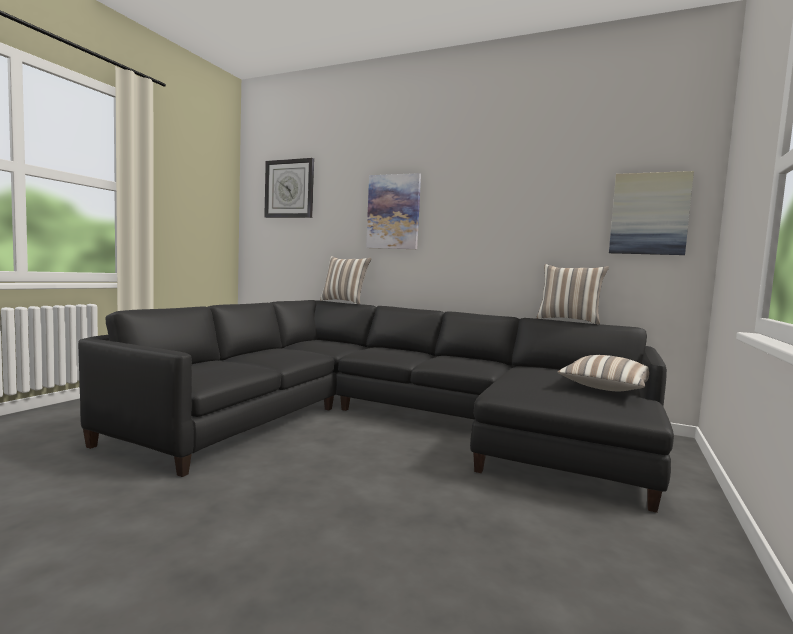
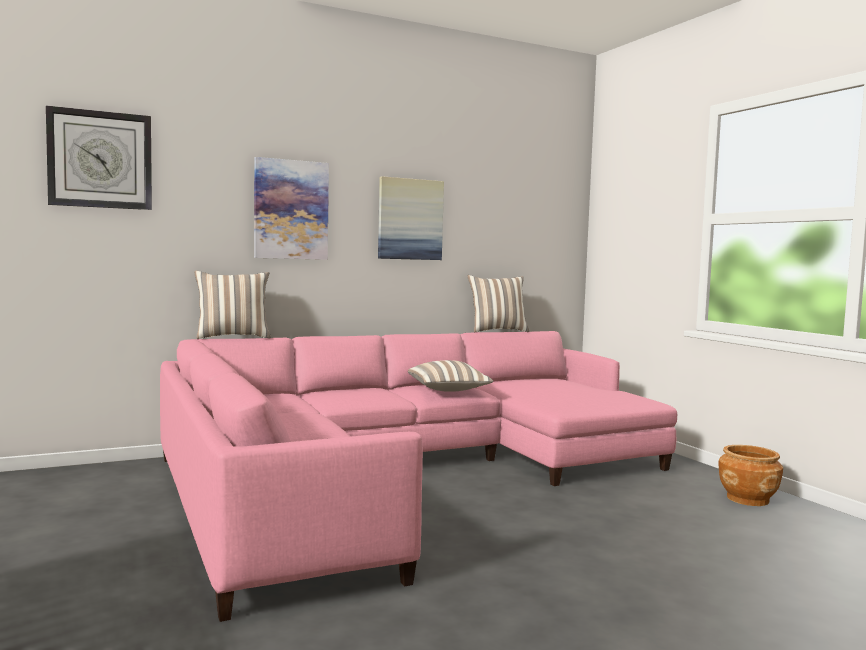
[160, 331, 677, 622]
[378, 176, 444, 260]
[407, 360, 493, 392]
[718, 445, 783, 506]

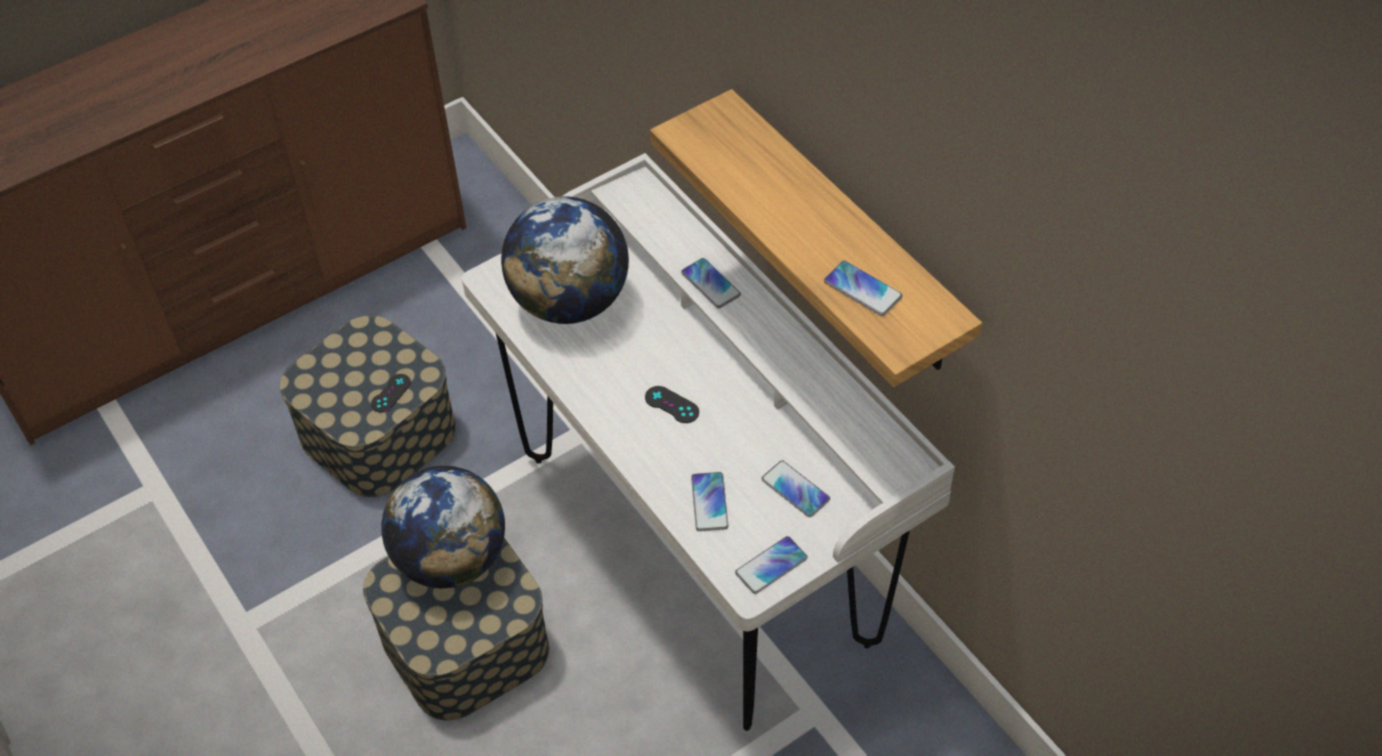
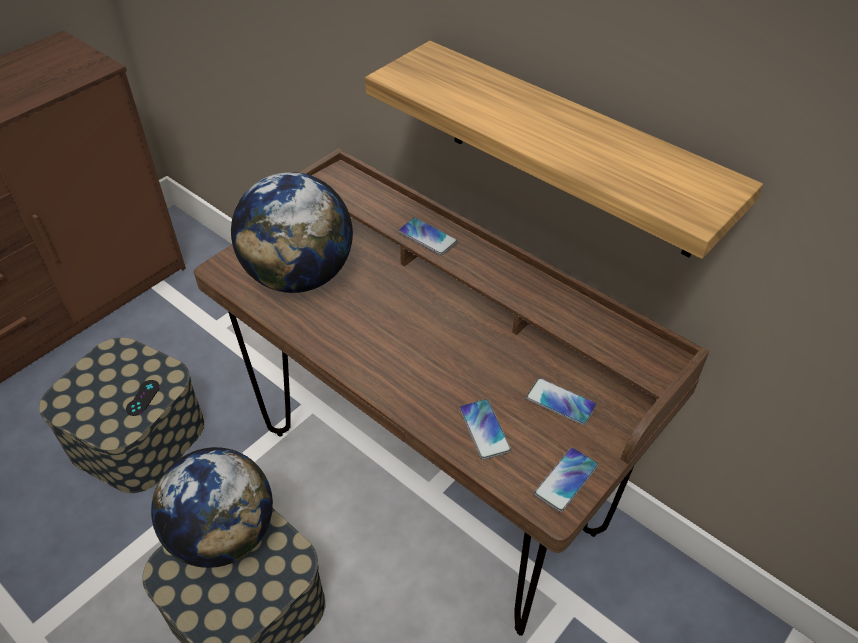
[194, 148, 709, 636]
[645, 386, 699, 423] (first image)
[824, 261, 902, 316] (first image)

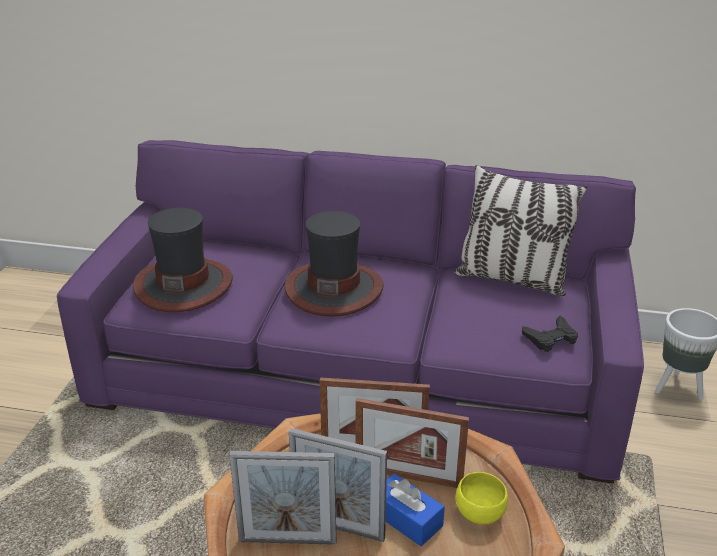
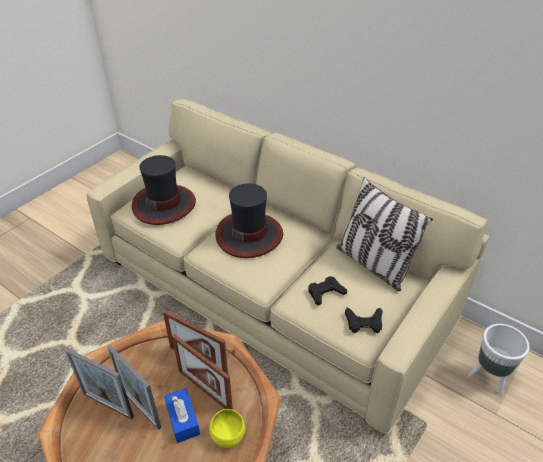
[86, 99, 489, 434]
[309, 276, 347, 305]

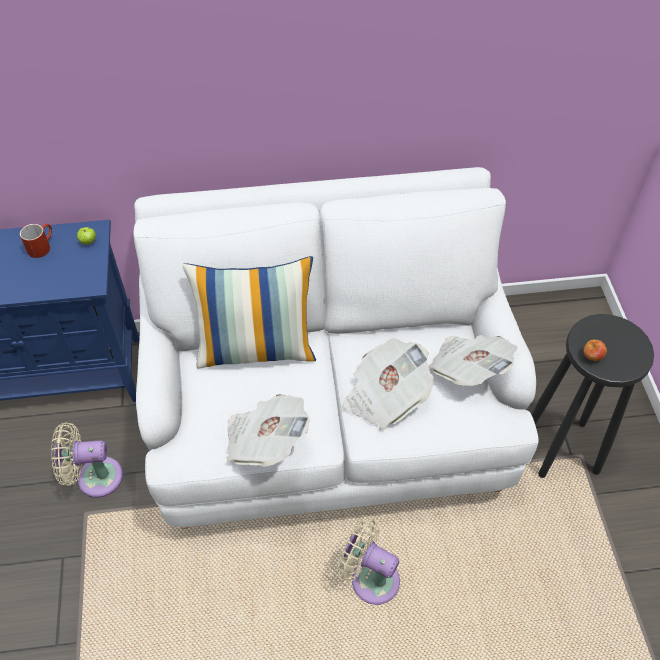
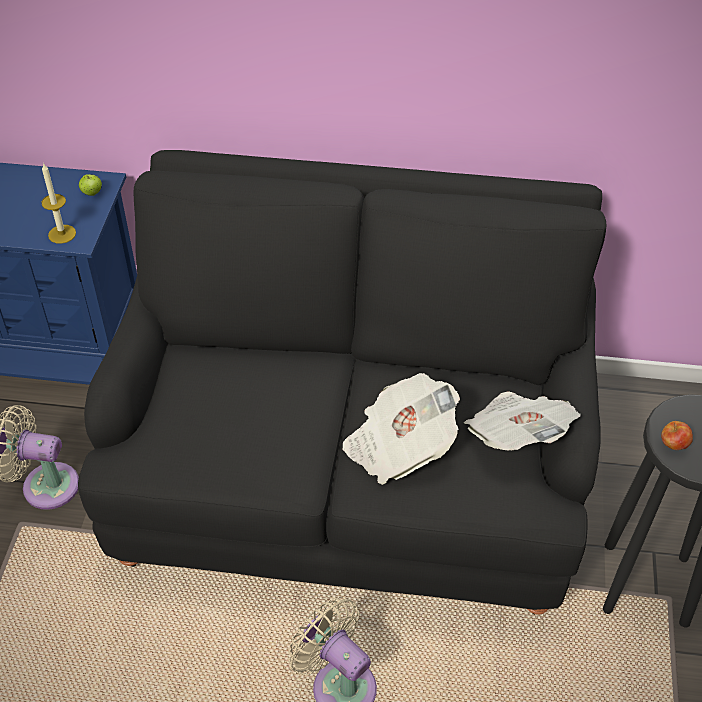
[41, 163, 76, 244]
[78, 150, 607, 615]
[20, 224, 52, 258] (first image)
[182, 256, 316, 368] (first image)
[227, 394, 310, 467] (first image)

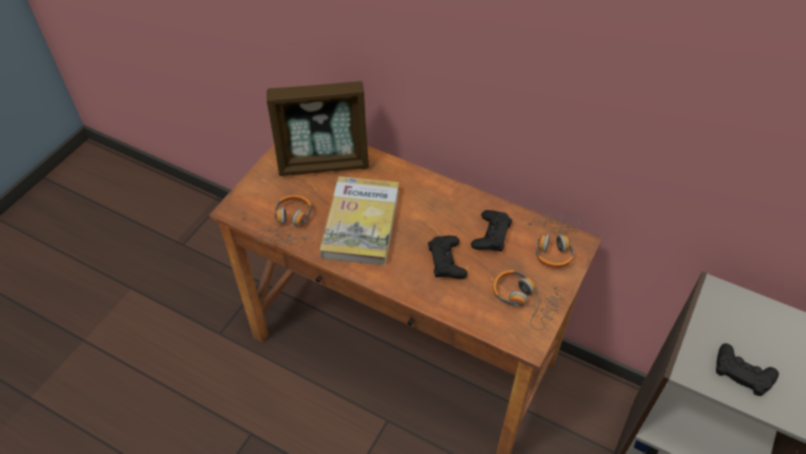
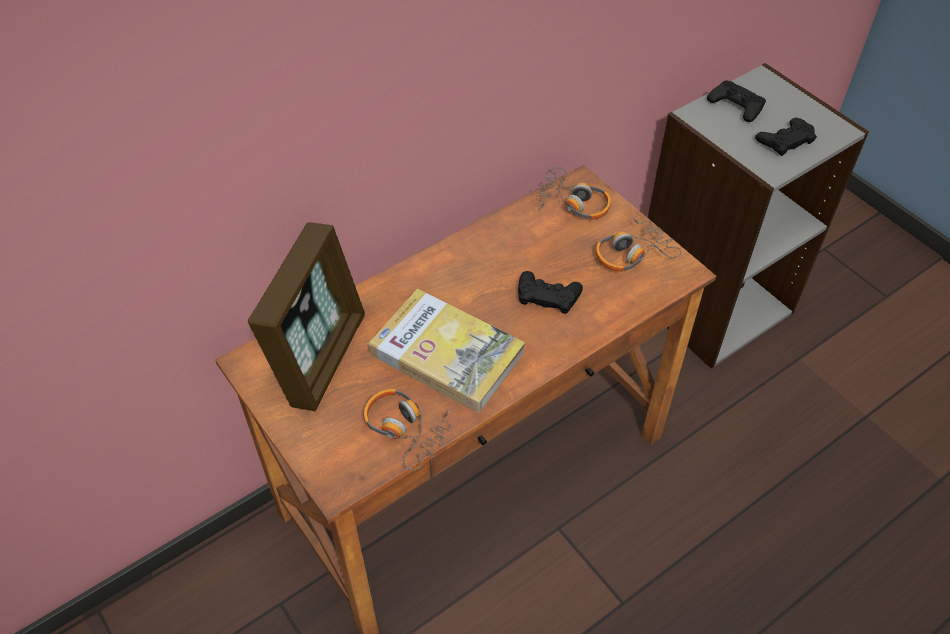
[707, 81, 766, 122]

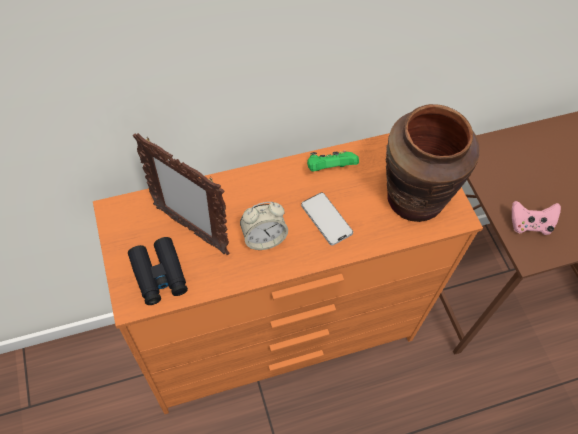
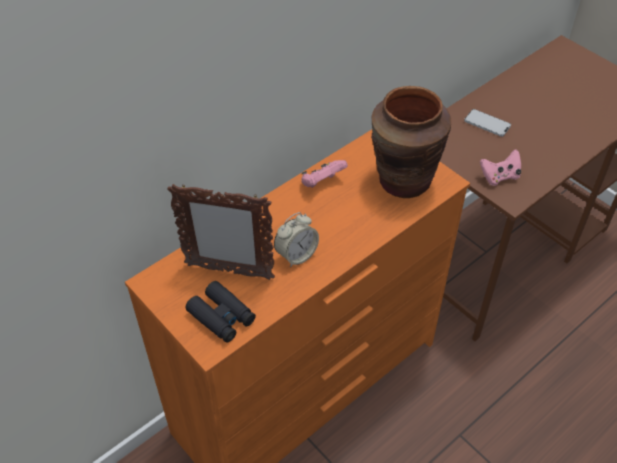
[301, 160, 348, 188]
[464, 109, 511, 137]

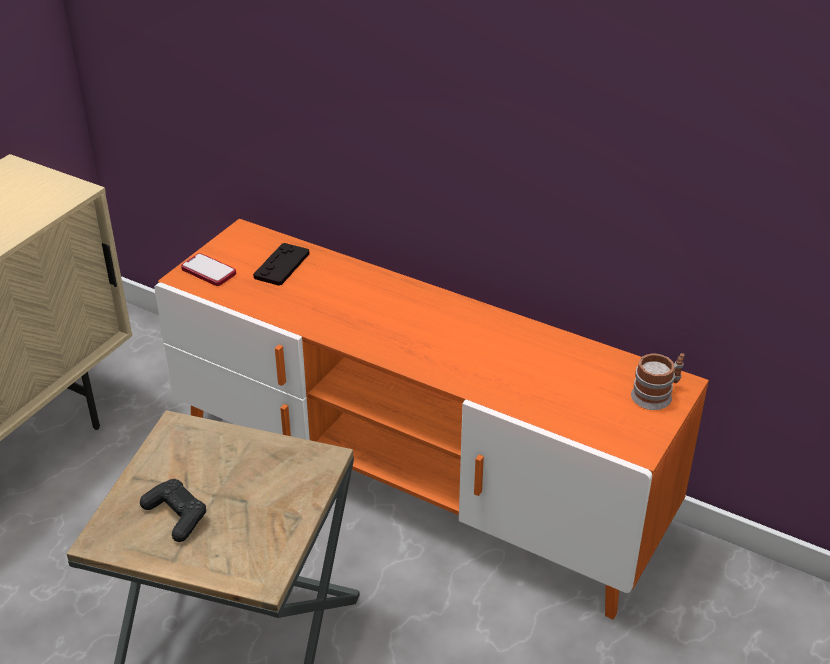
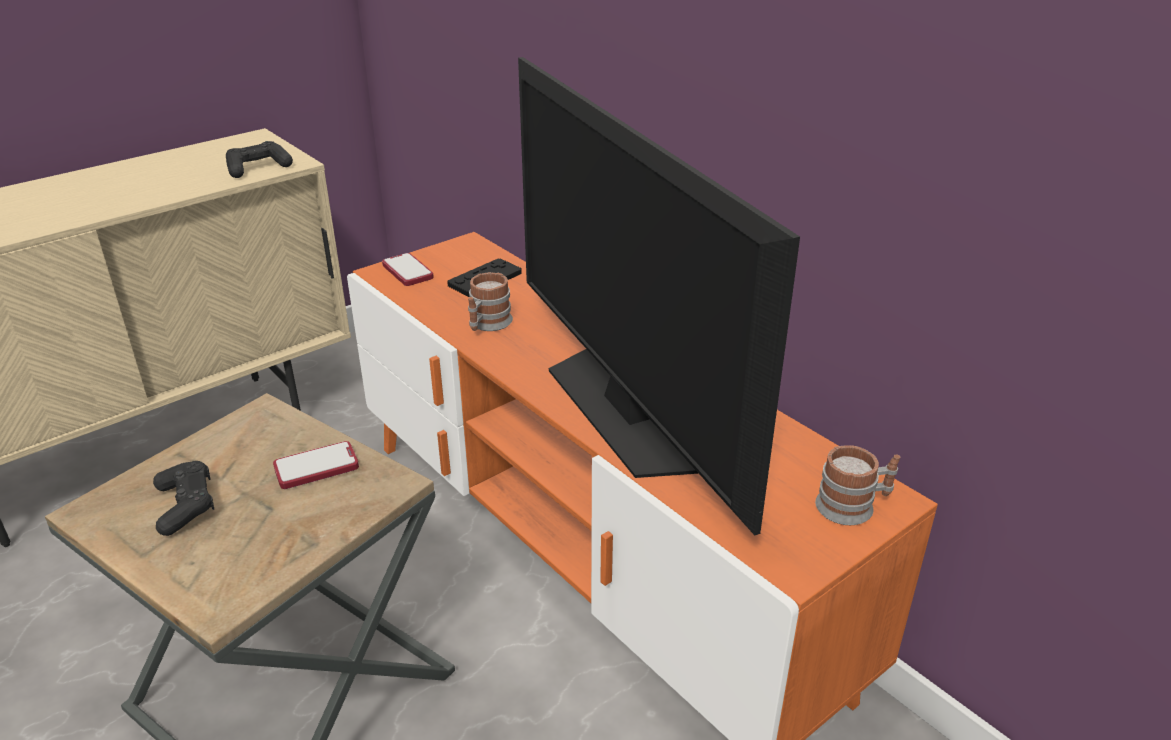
[226, 141, 293, 178]
[273, 441, 359, 489]
[468, 272, 513, 331]
[518, 57, 800, 535]

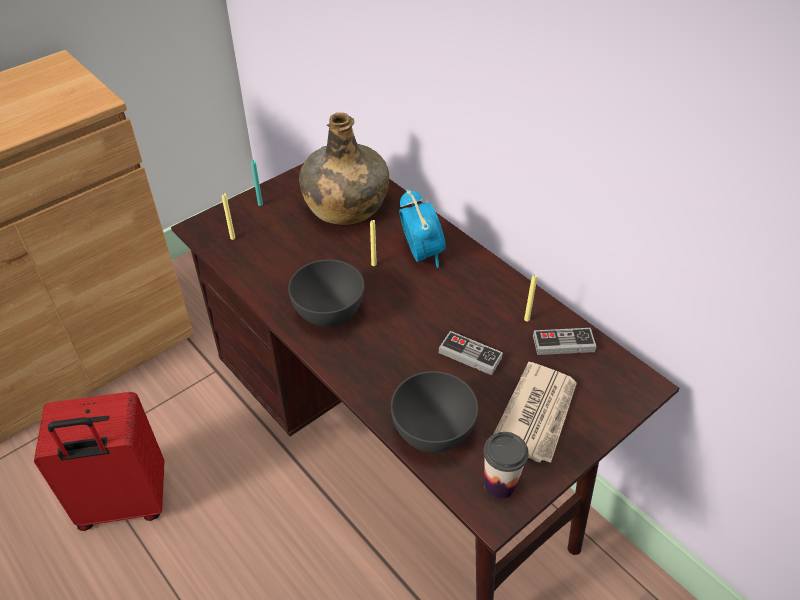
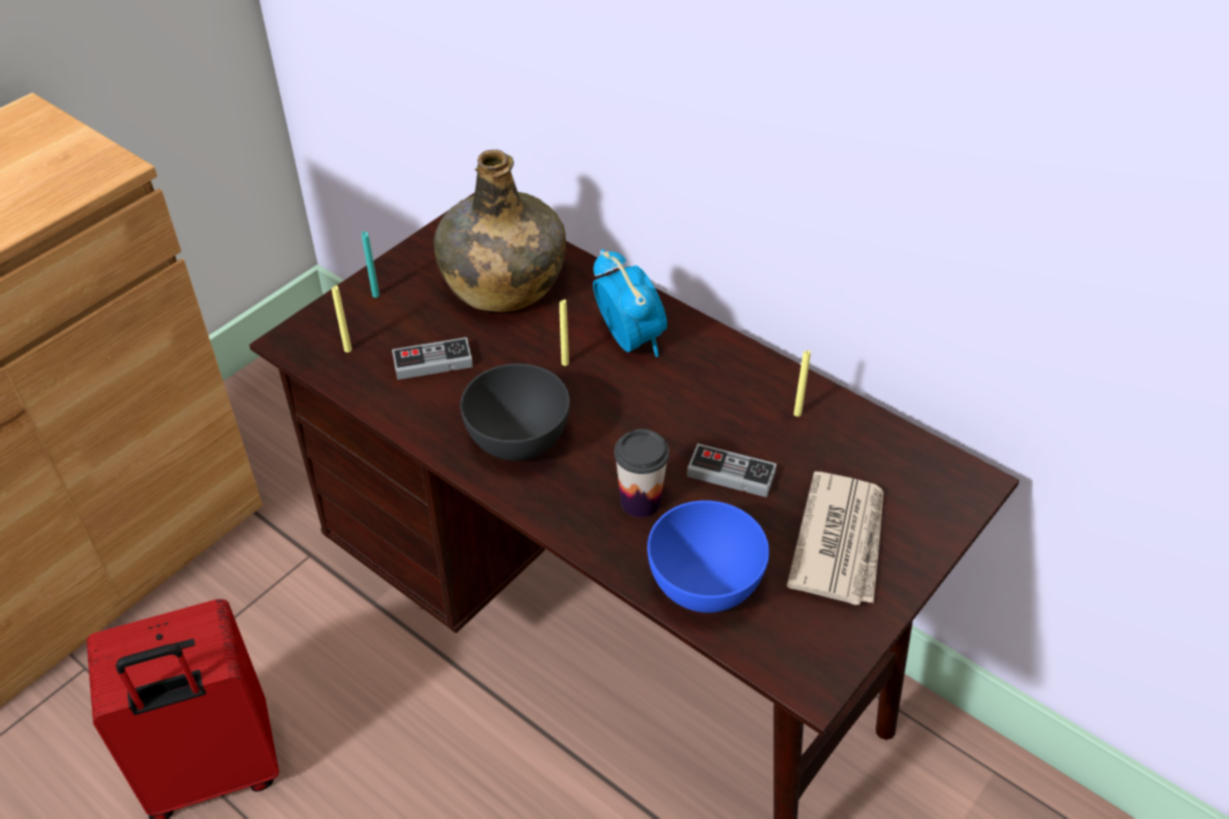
[392, 337, 473, 380]
[614, 429, 669, 518]
[647, 500, 769, 613]

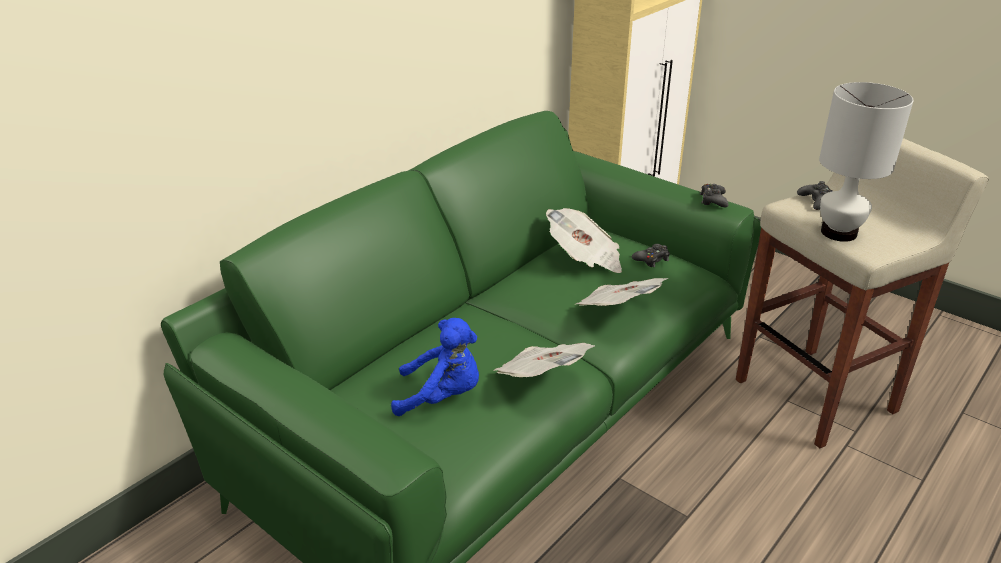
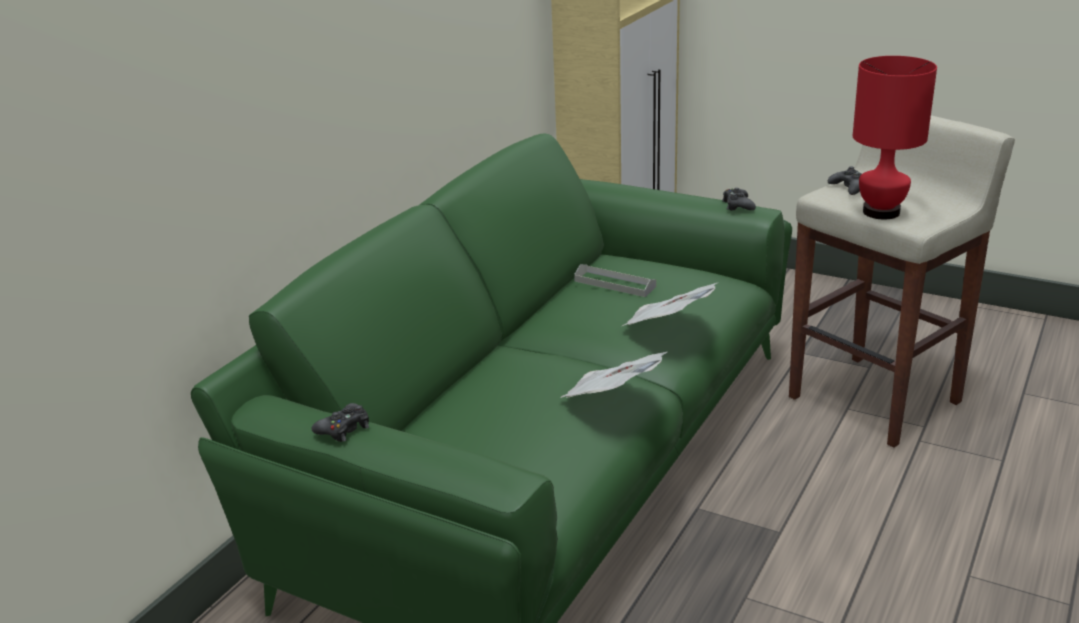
[312, 403, 369, 442]
[574, 264, 656, 297]
[853, 56, 937, 219]
[391, 318, 479, 416] (first image)

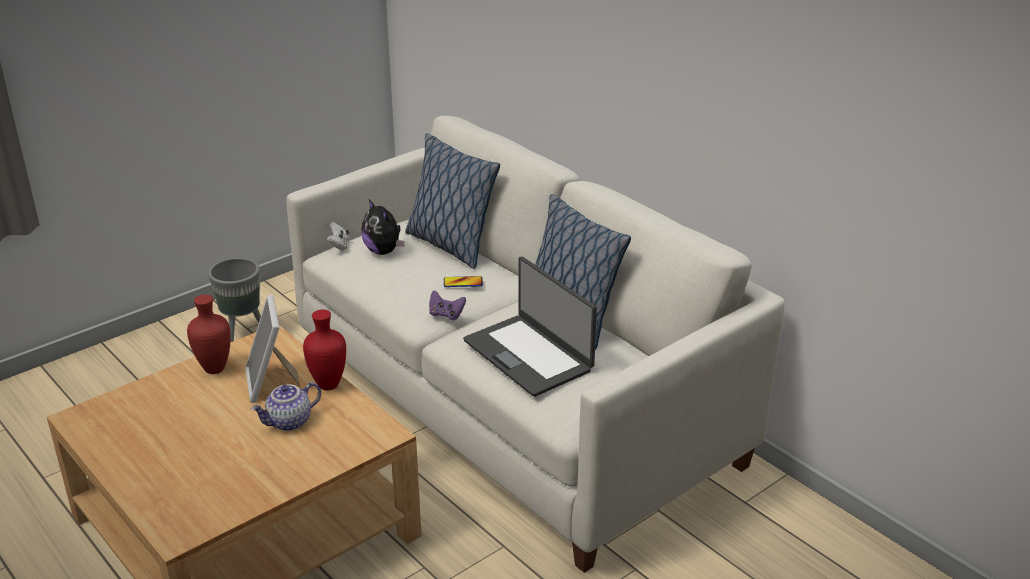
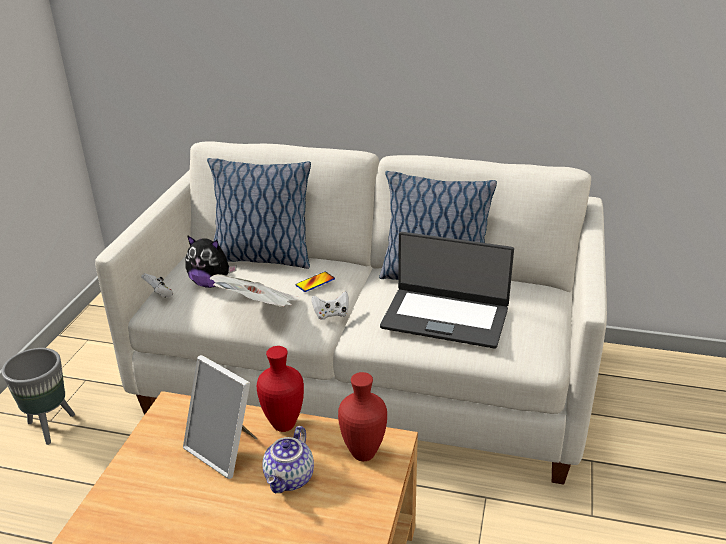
[210, 274, 300, 307]
[312, 291, 349, 320]
[338, 372, 387, 461]

